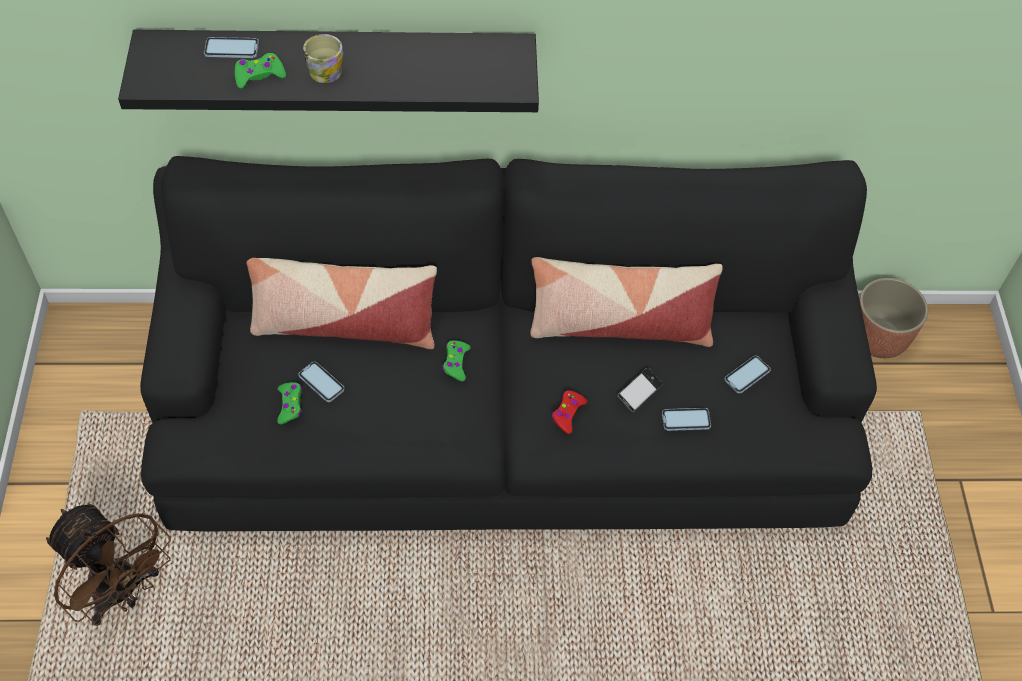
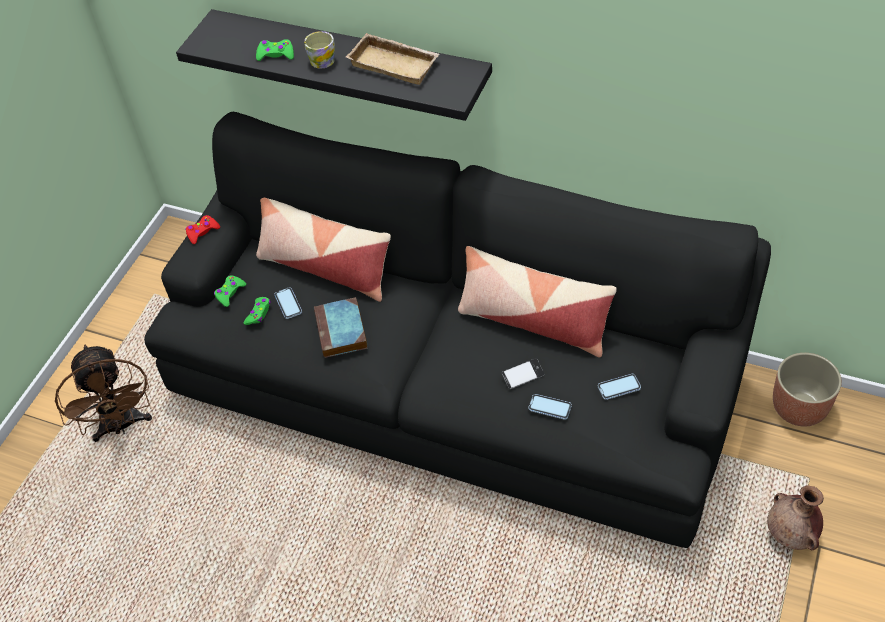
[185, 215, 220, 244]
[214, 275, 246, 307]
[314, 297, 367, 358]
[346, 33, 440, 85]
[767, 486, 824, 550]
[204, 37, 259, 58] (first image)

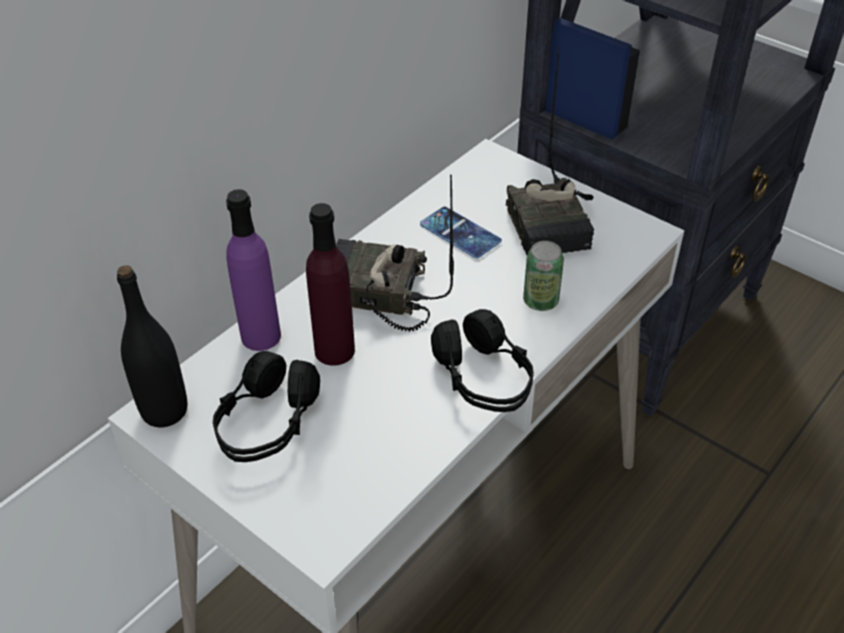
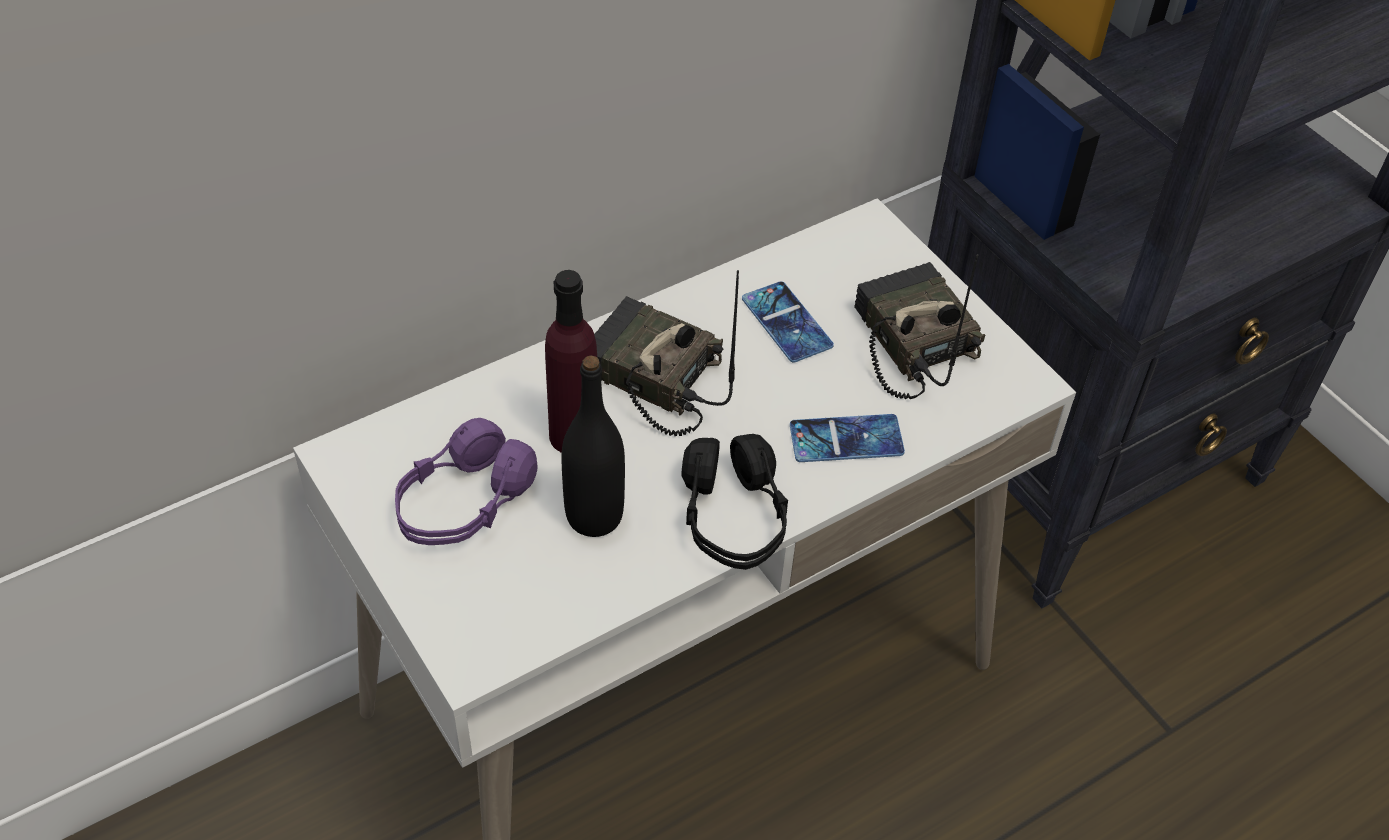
[395, 418, 538, 545]
[562, 356, 625, 537]
[790, 414, 905, 462]
[854, 254, 985, 399]
[226, 189, 281, 351] (first image)

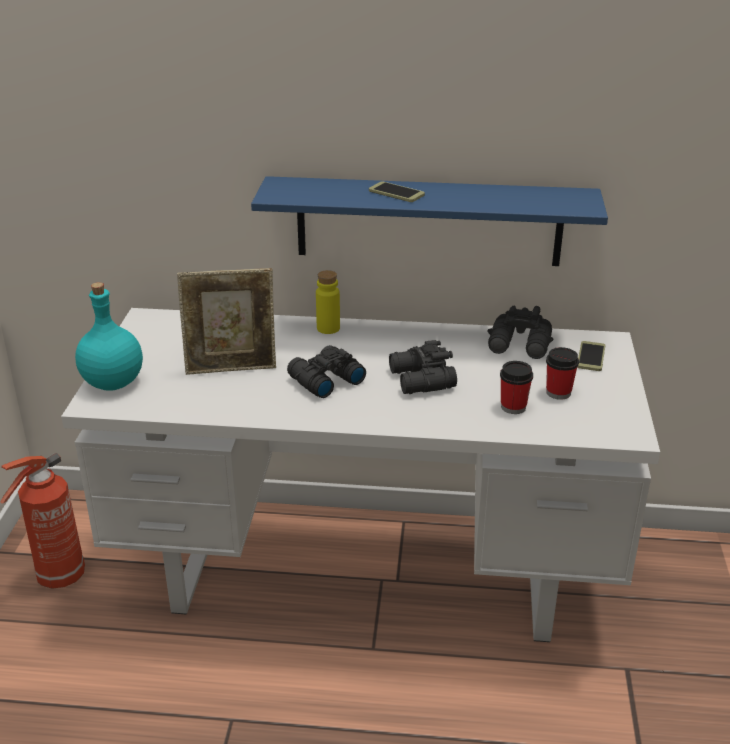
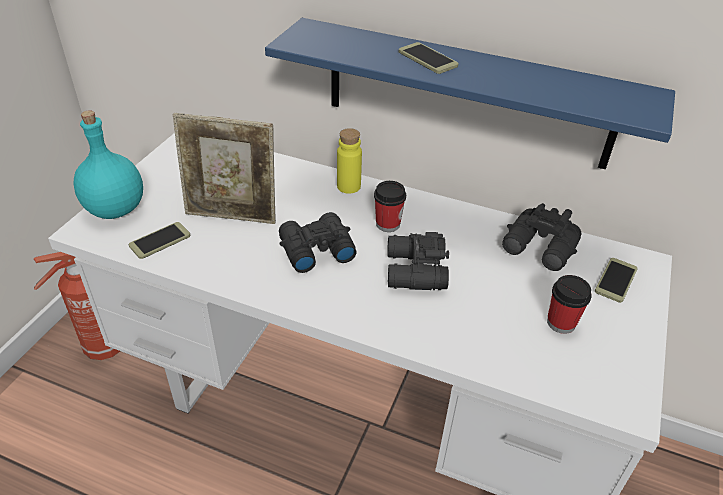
[129, 222, 191, 259]
[374, 181, 406, 232]

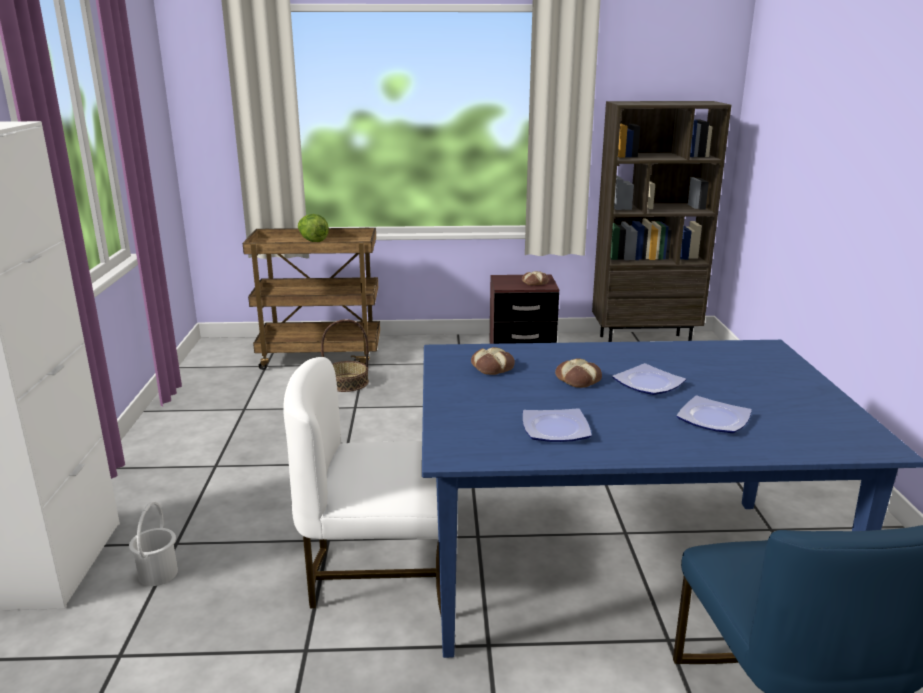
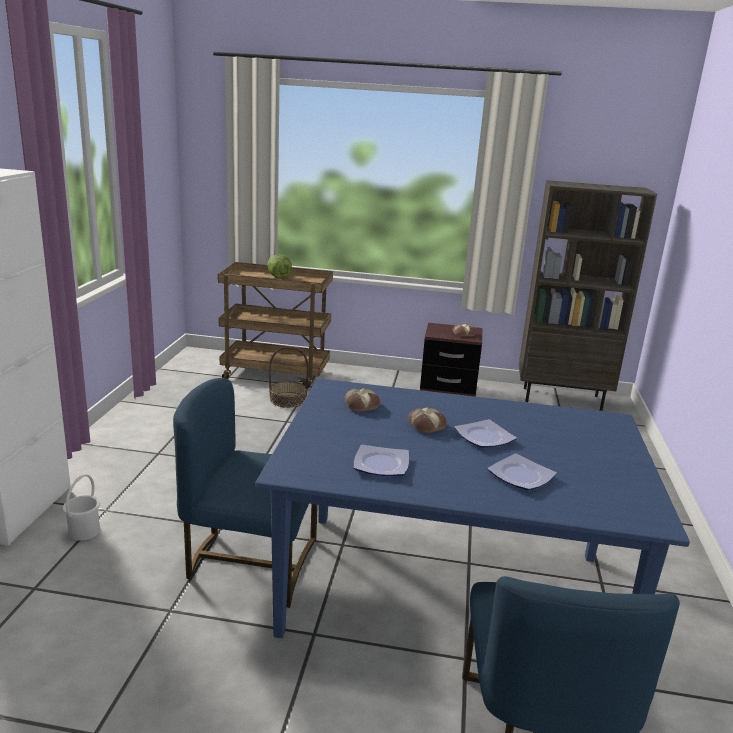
[173, 378, 318, 608]

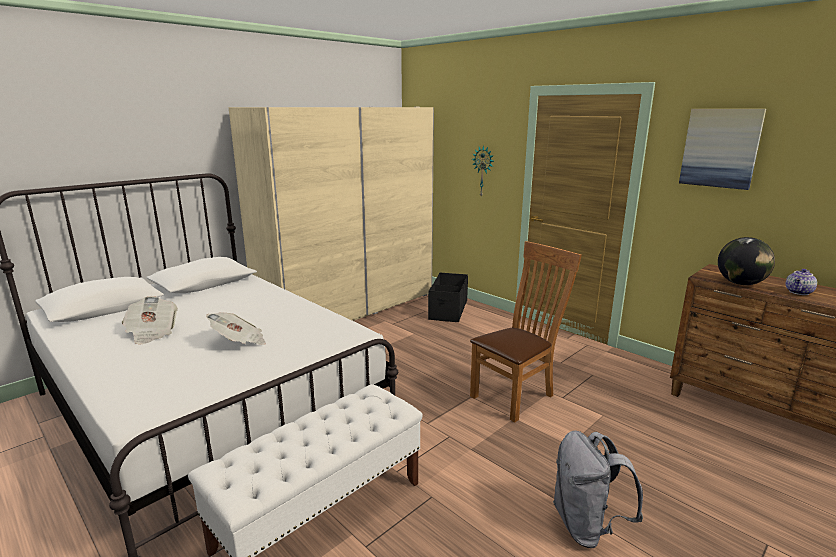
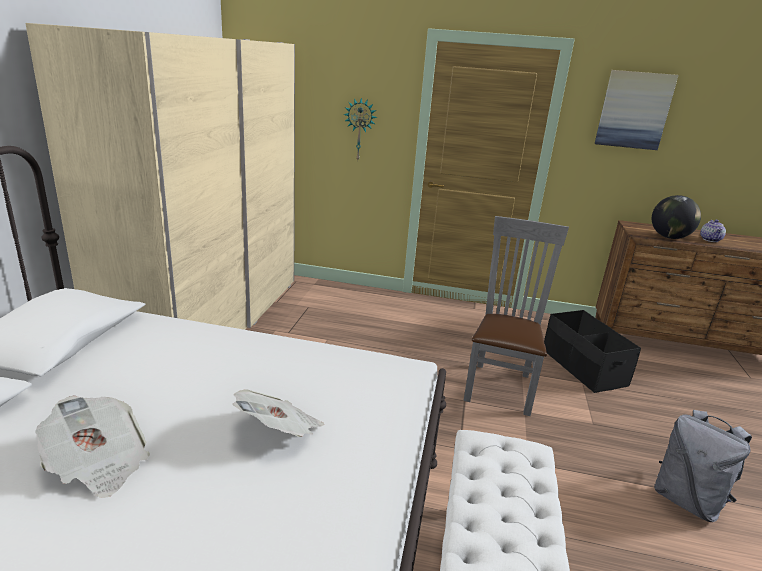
[463, 216, 569, 416]
[544, 310, 641, 393]

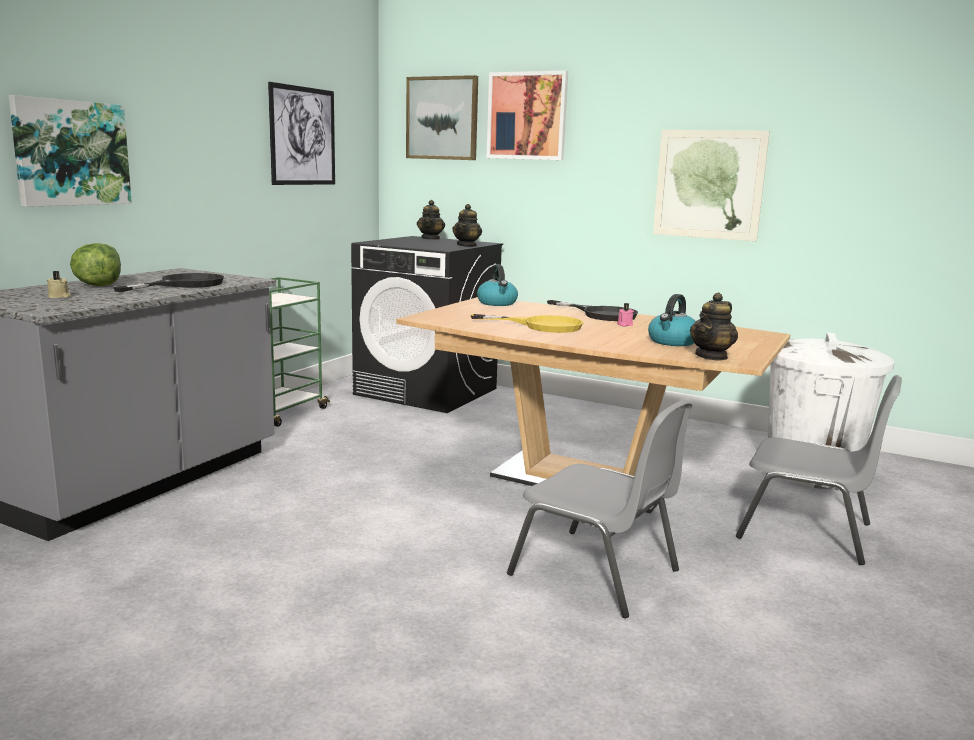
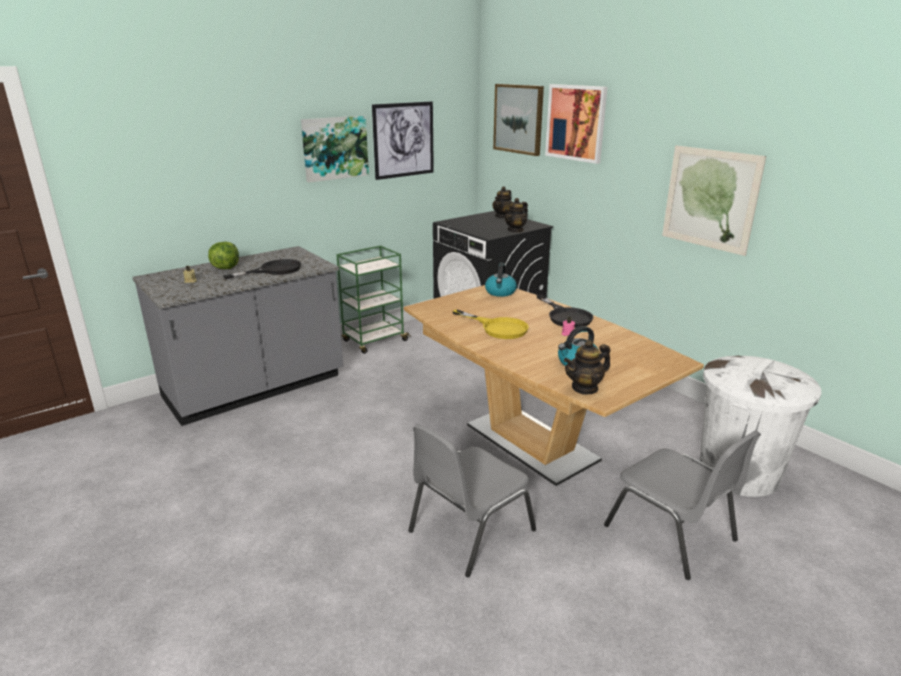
[301, 116, 369, 183]
[408, 424, 536, 577]

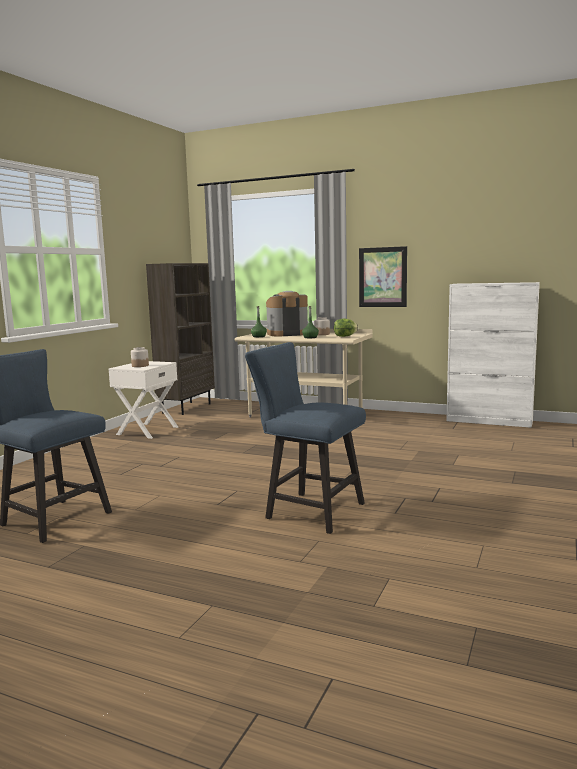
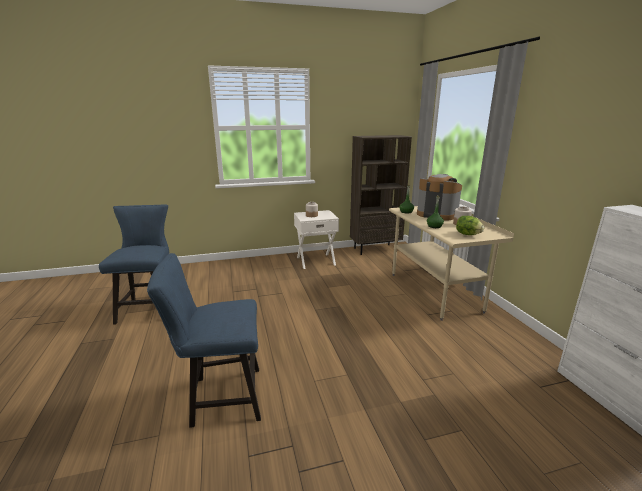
[147, 253, 261, 428]
[359, 246, 407, 307] (first image)

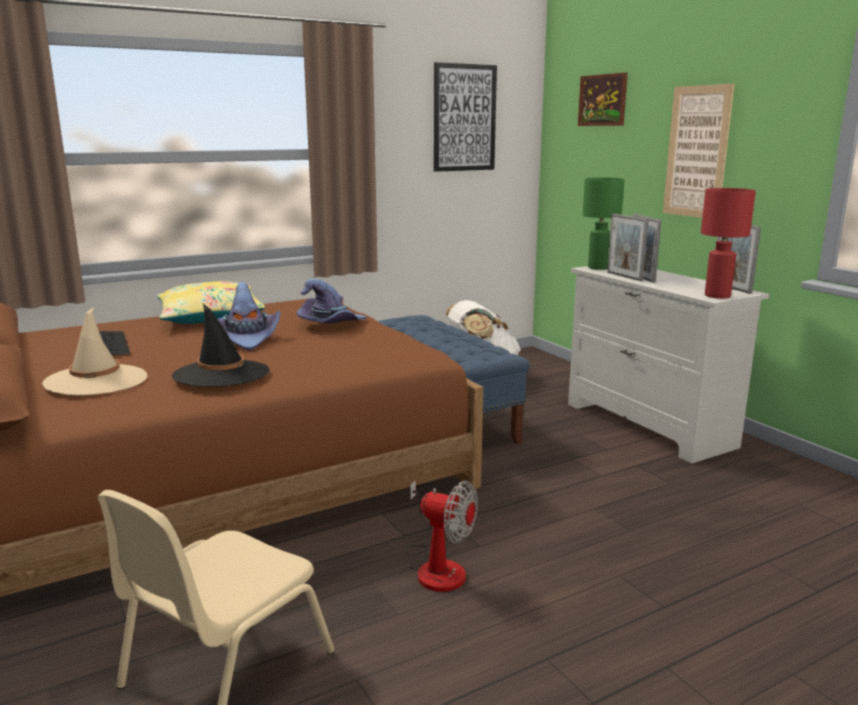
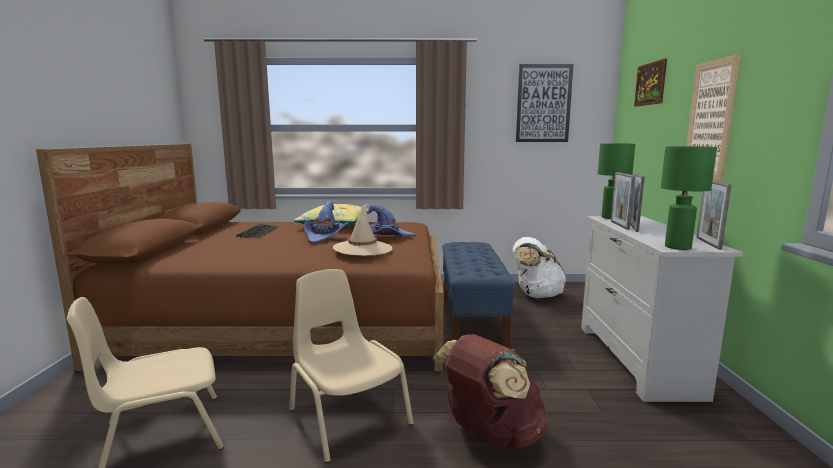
[289, 269, 414, 463]
[333, 204, 392, 256]
[432, 334, 549, 449]
[661, 146, 717, 250]
[172, 304, 270, 387] (first image)

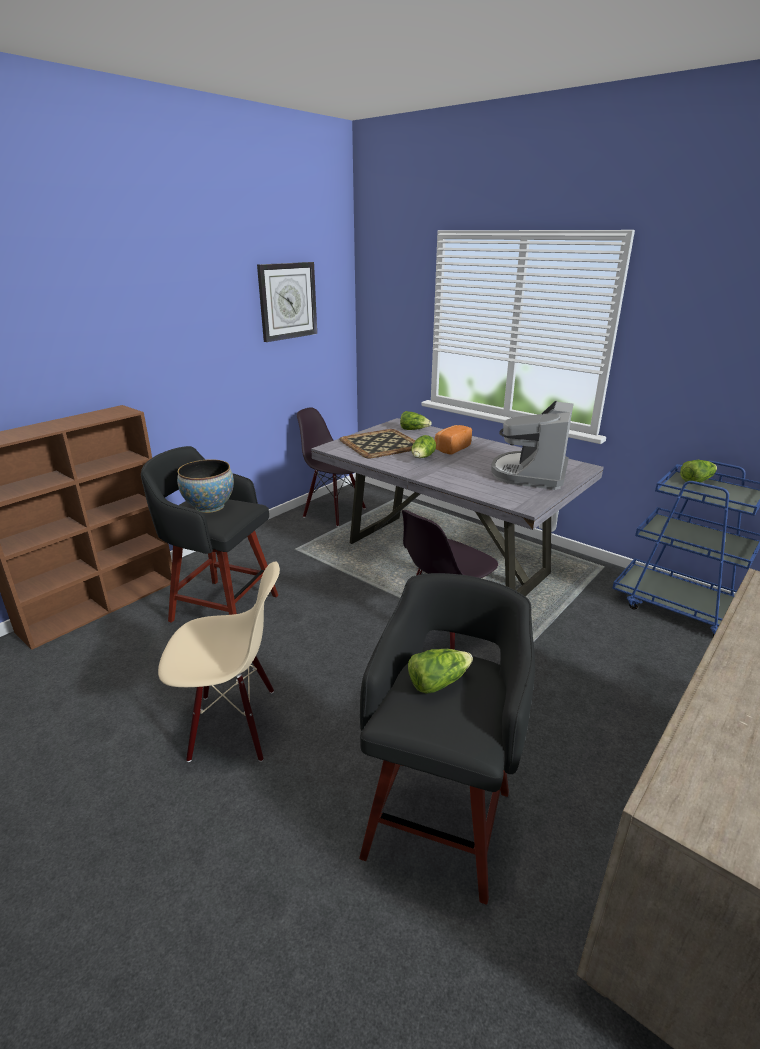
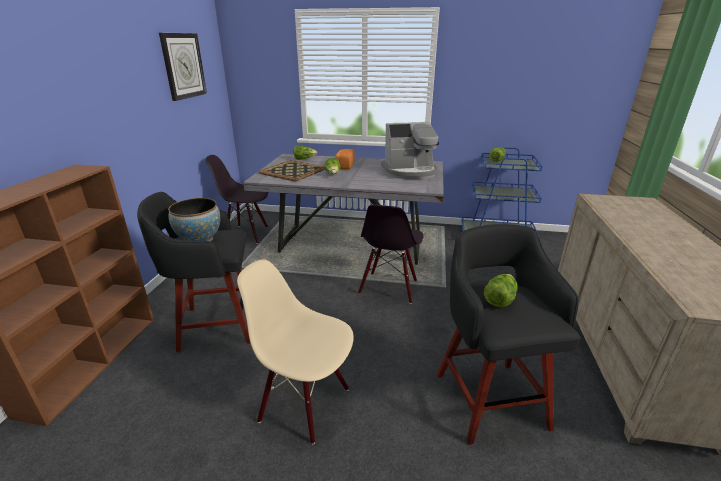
[237, 259, 354, 444]
[381, 122, 439, 179]

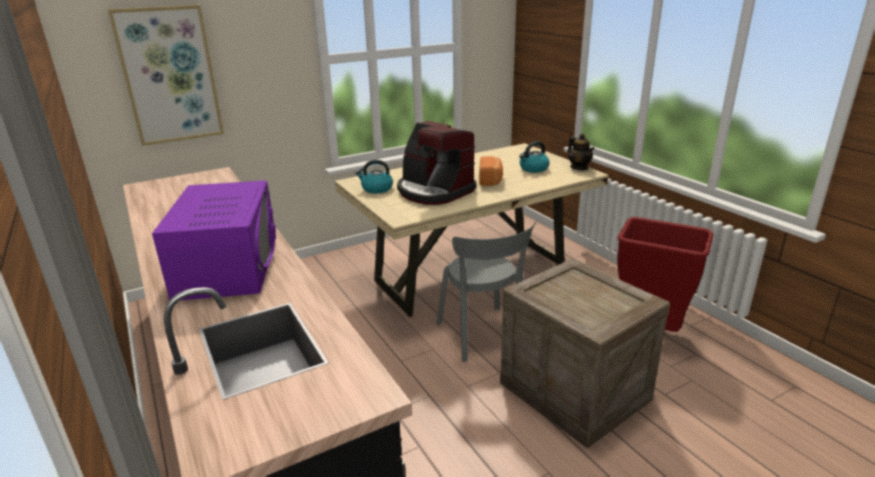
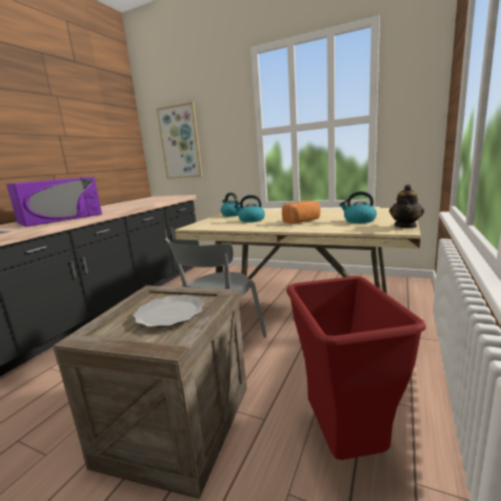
[133, 295, 204, 327]
[234, 195, 265, 222]

